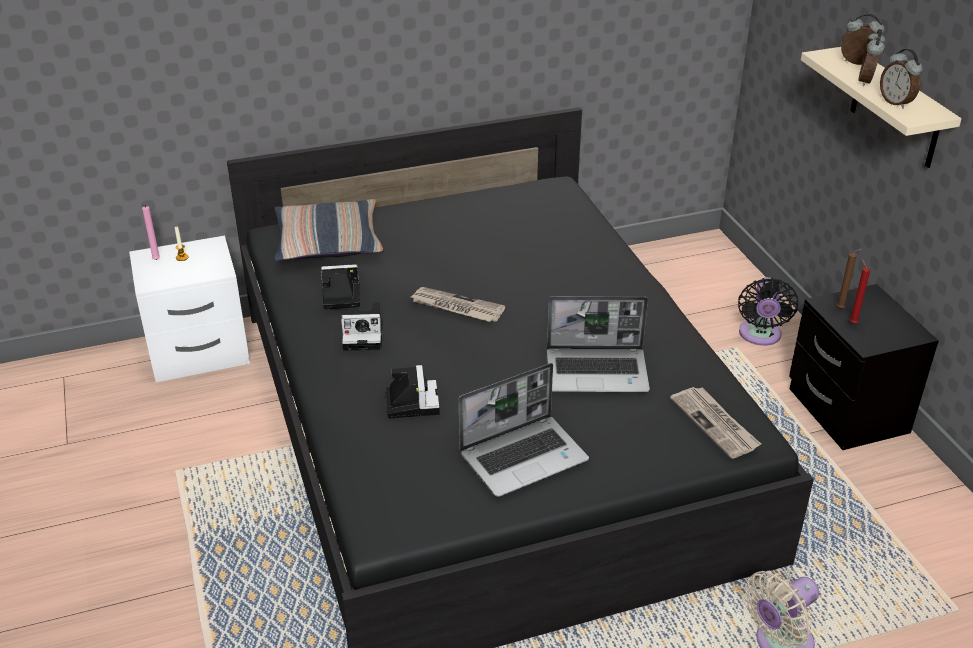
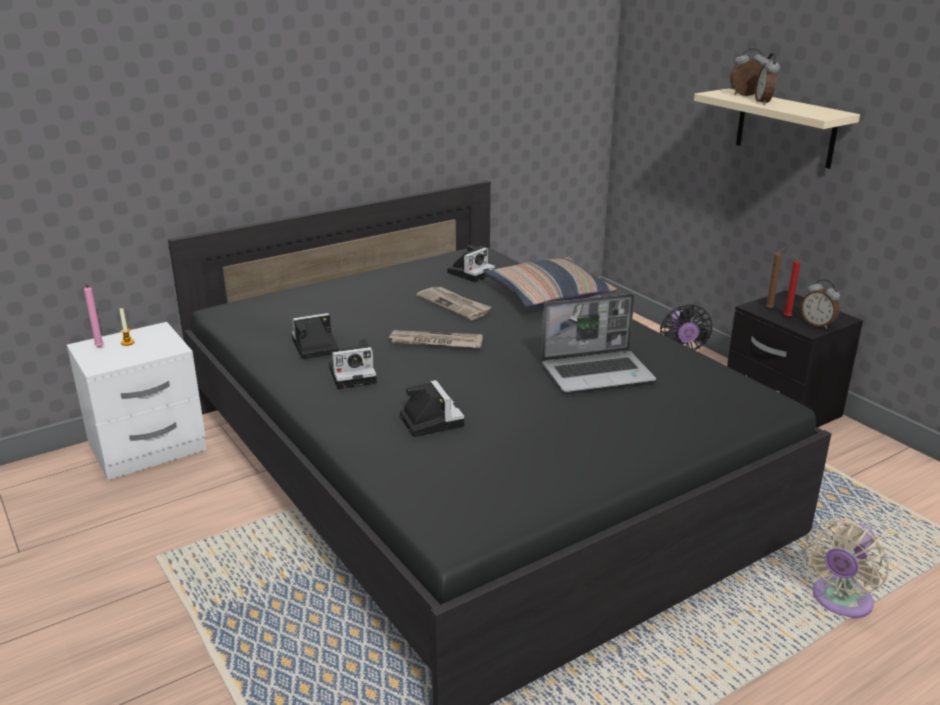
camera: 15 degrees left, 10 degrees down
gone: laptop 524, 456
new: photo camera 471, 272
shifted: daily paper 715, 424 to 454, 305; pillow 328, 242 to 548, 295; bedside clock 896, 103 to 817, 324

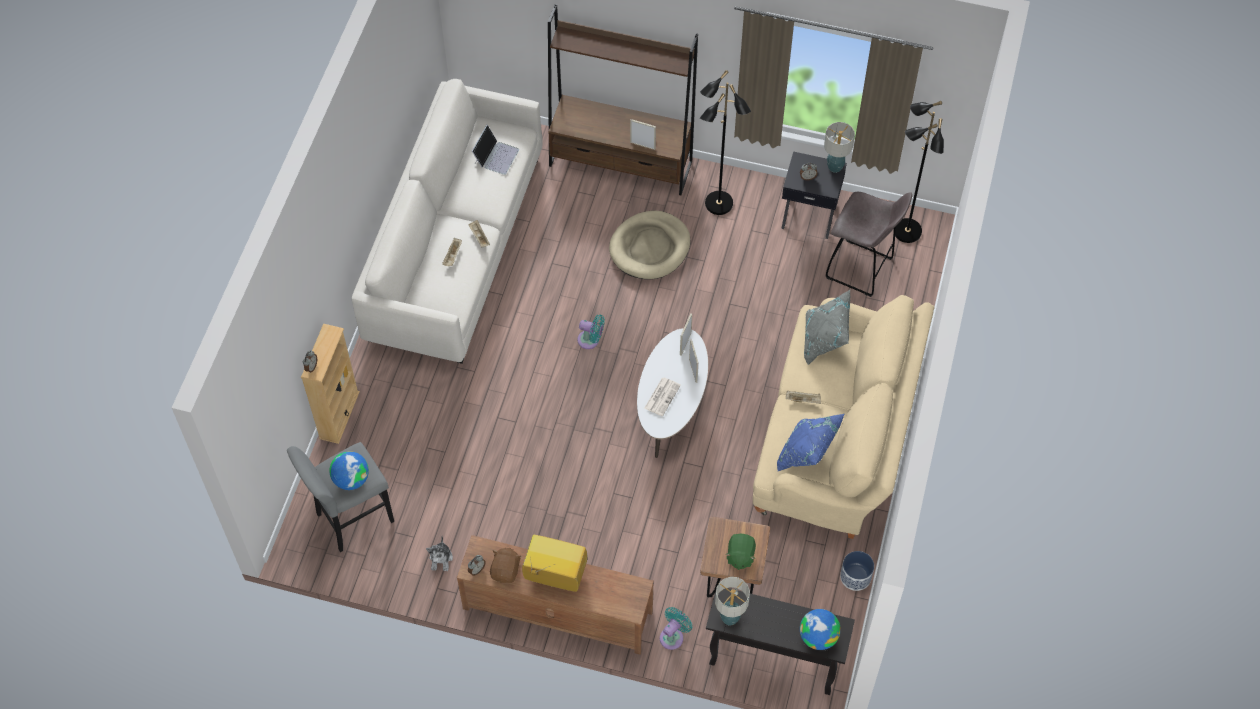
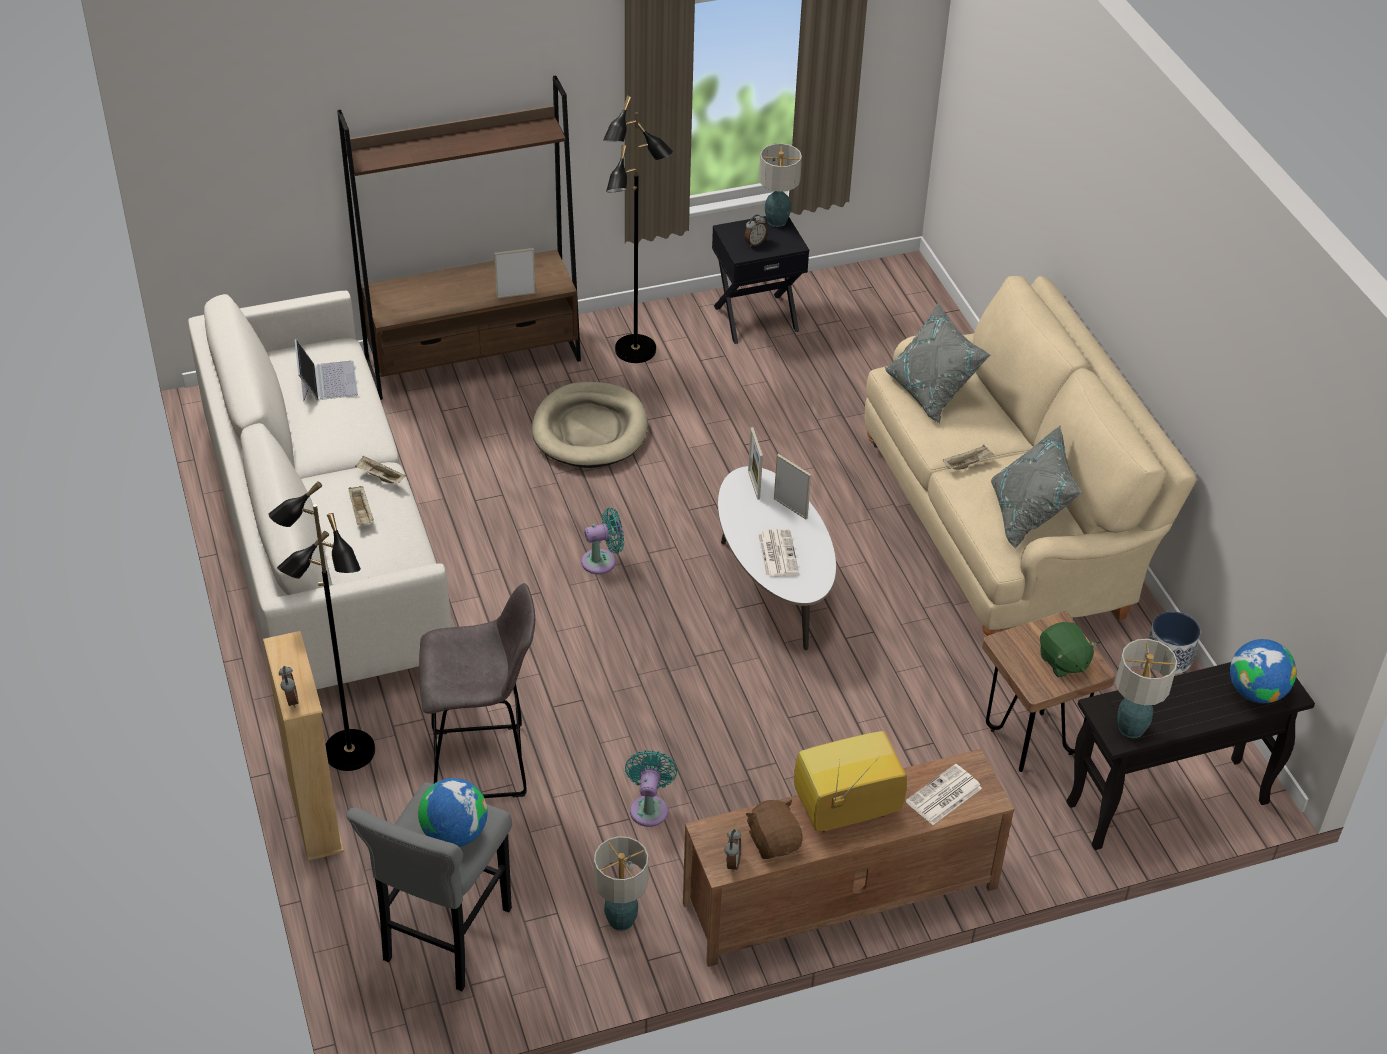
camera: 35 degrees left, 15 degrees down
new: daily paper 943, 796
shifted: blackish floor lamp 906, 231 to 348, 752; gray stool 861, 269 to 483, 763; turquoise-coloured cooling fan 673, 636 to 649, 807
swapped: plush toy 441, 559 to tabletop lamp 621, 919
repainted: blue pillow 807, 453 to gray pillow 1028, 515

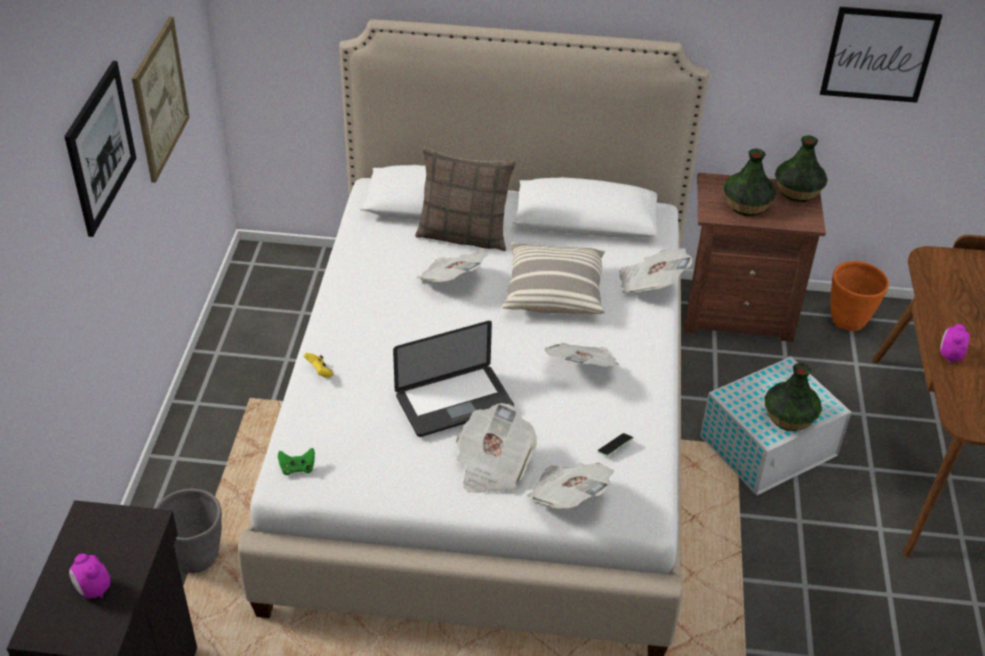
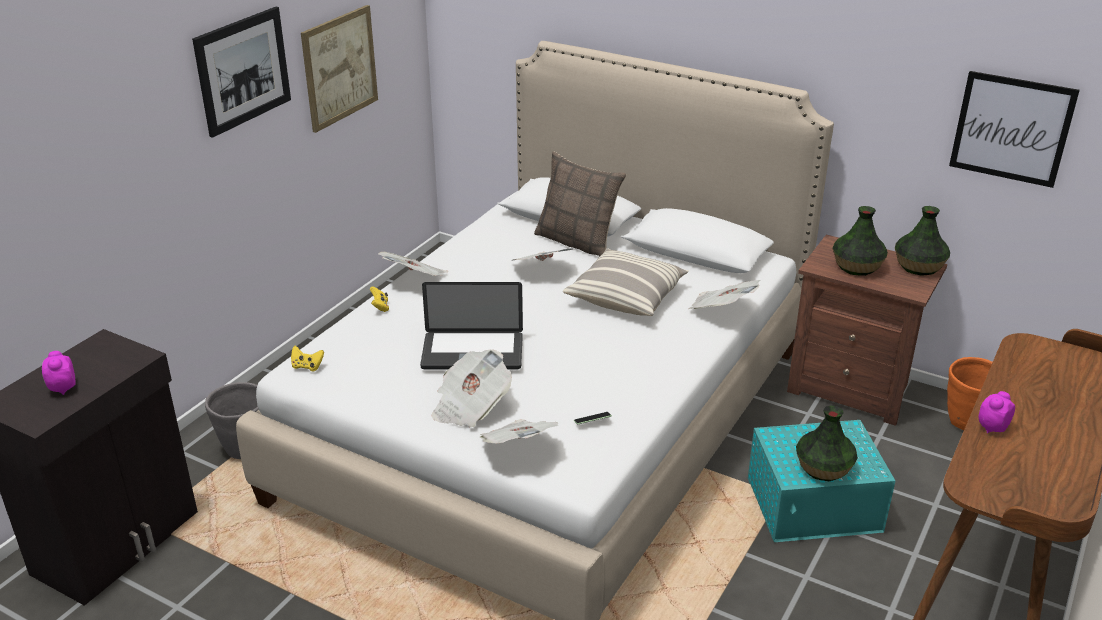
camera: 25 degrees right, 10 degrees down
shifted: daily paper 582, 369 to 415, 280
repainted: green game controller 297, 468 to yellow game controller 307, 366; white-coloured storage box 770, 446 to turquoise-coloured storage box 815, 505

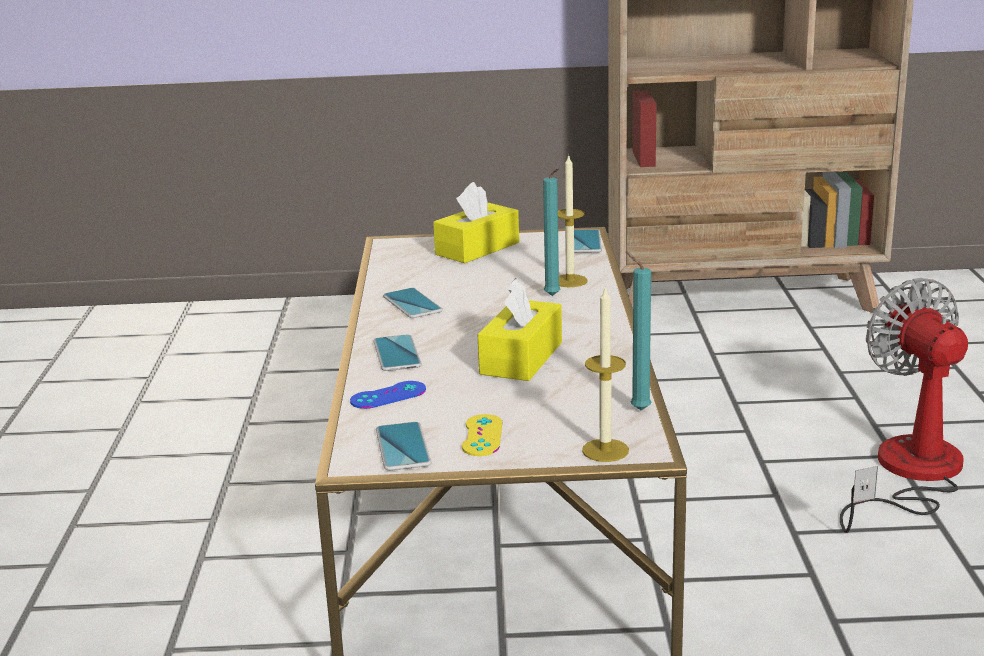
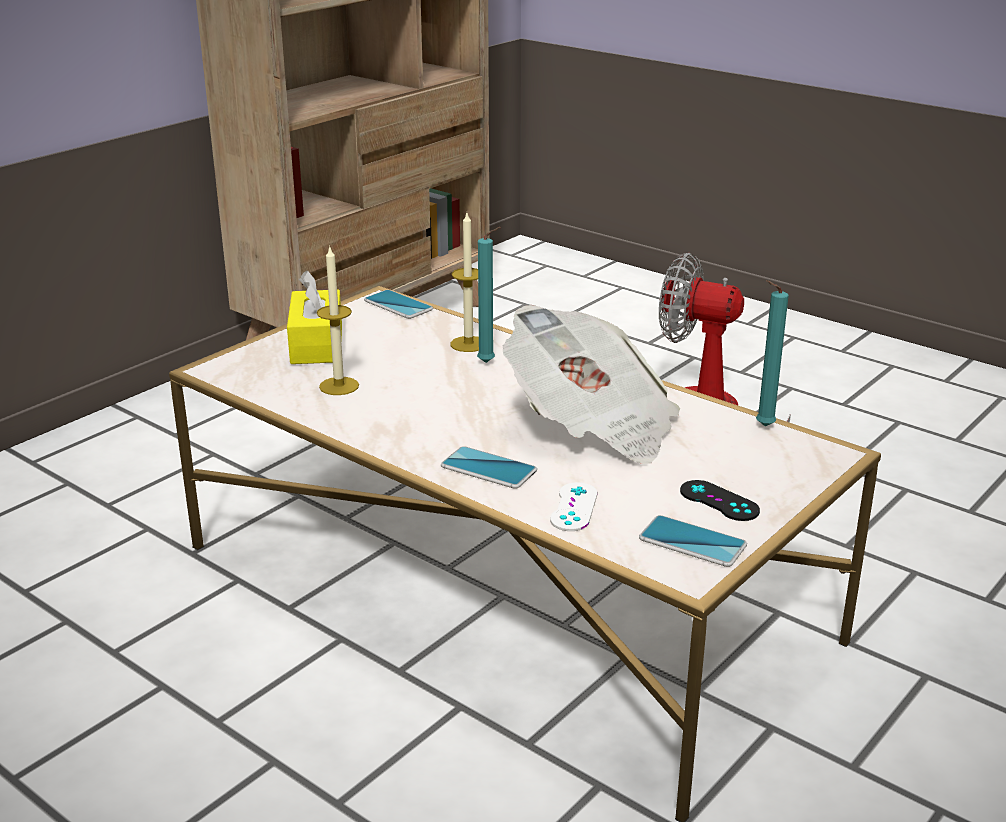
camera: 50 degrees left, 5 degrees up
gone: handset 412, 304
shifted: wax candle 605, 450 to 339, 386
swapped: yellow box of tissues 521, 358 to daily paper 592, 425
repainted: blue game controller 388, 395 to white-coloured game controller 574, 507; yellow game controller 482, 436 to blackish game controller 719, 501

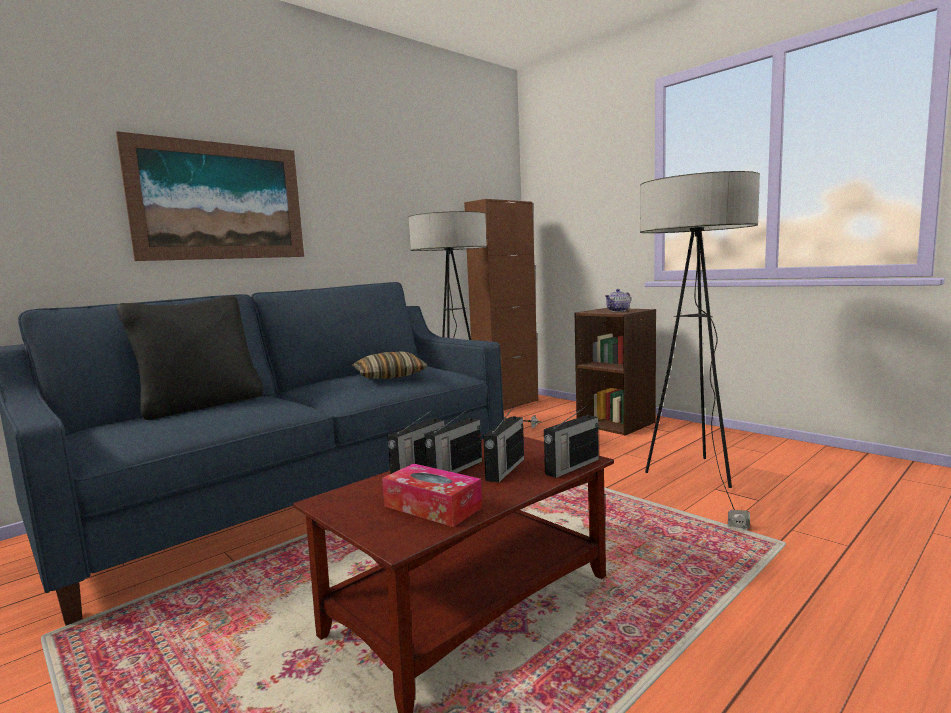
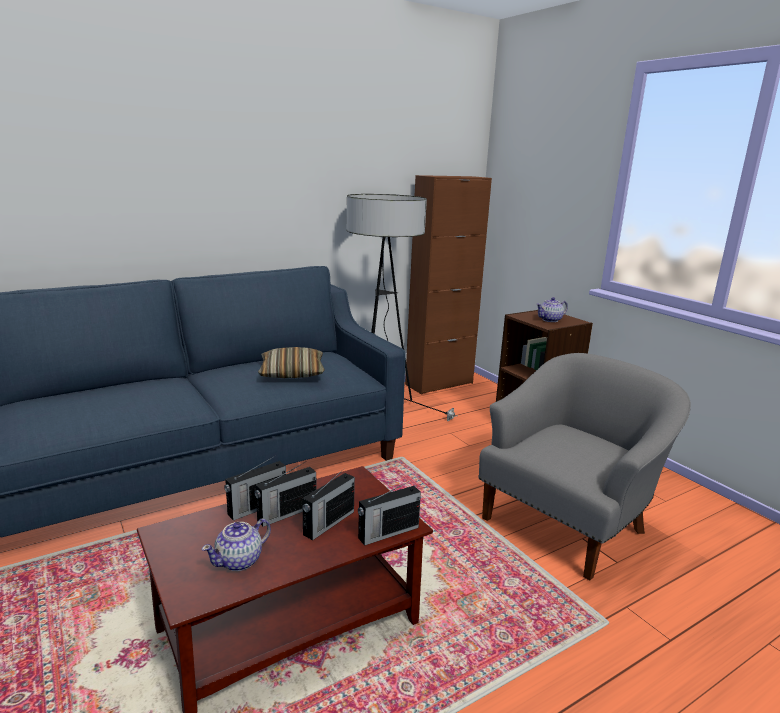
camera: 10 degrees right, 10 degrees up
gone: wall art 220, 201; blackish pillow 201, 405
swapped: box of tissues 432, 507 to teapot 239, 561; floor lamp 695, 481 to gray lounge chair 568, 524

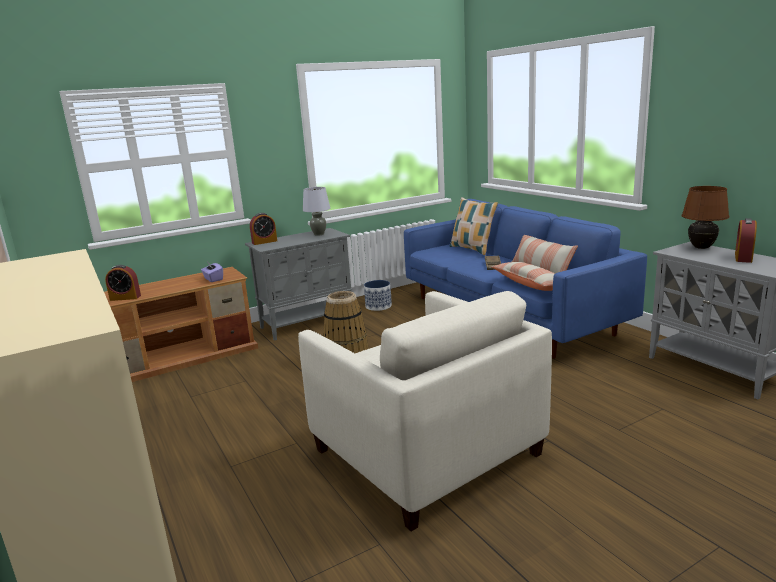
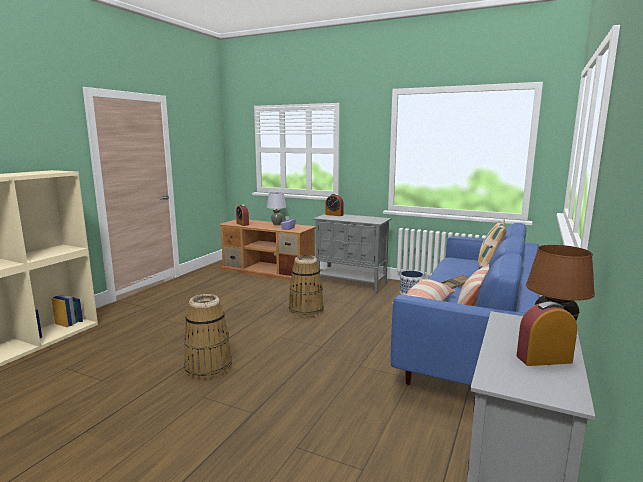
camera: 55 degrees right, 5 degrees down
shifted: gray tabletop lamp 319, 234 to 276, 224
swapped: sand-coloured lounge chair 426, 451 to basket 208, 367

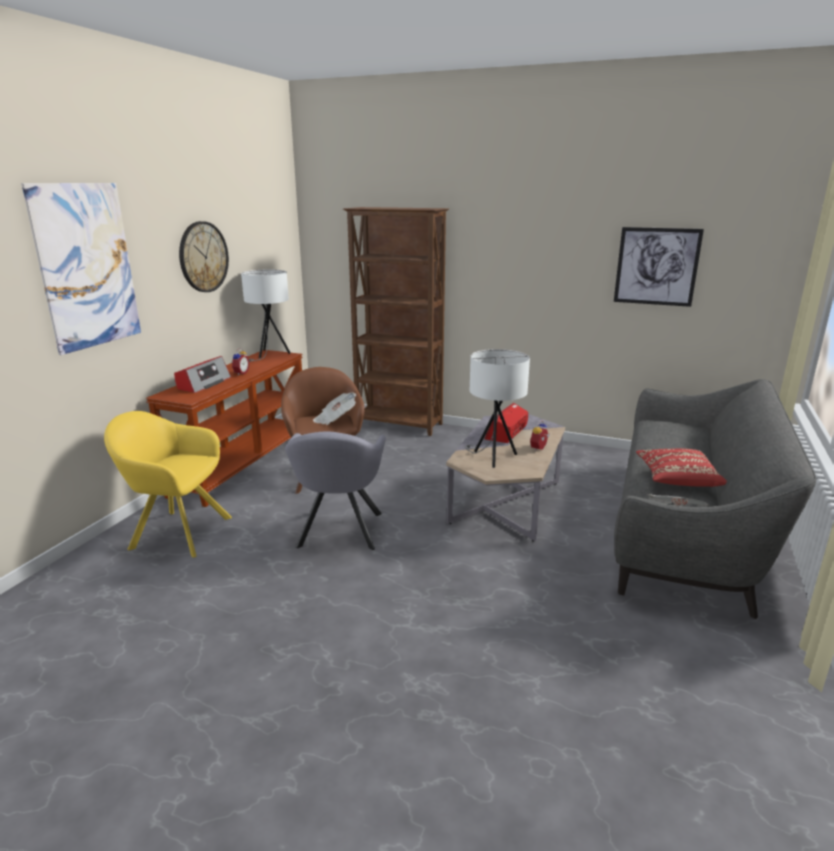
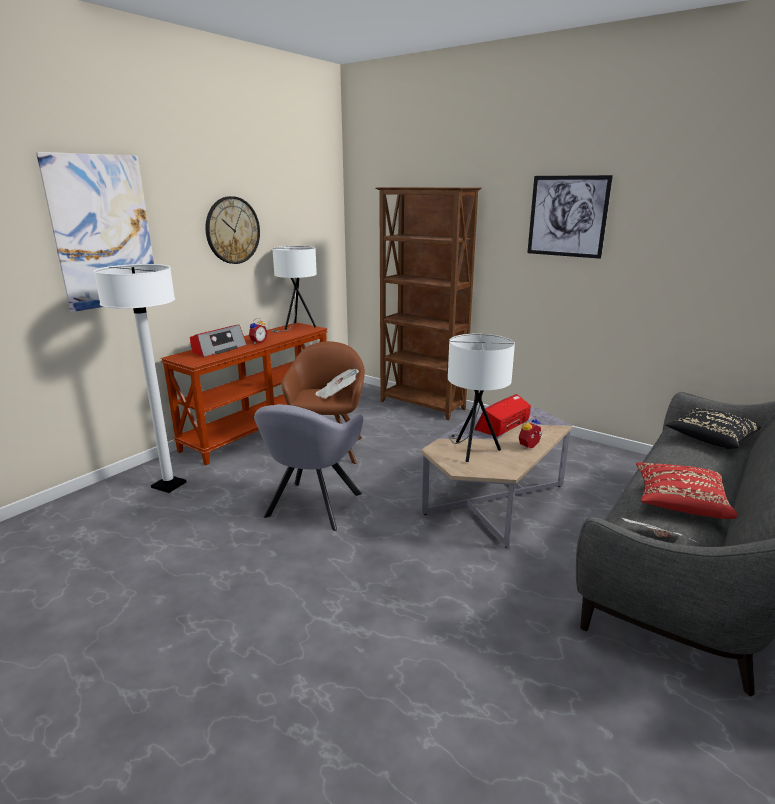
camera: 15 degrees right, 0 degrees up
new: blackish pillow 710, 439
shifted: wall art 656, 266 to 567, 216
swapped: yellow lounge chair 176, 532 to white-coloured floor lamp 169, 485

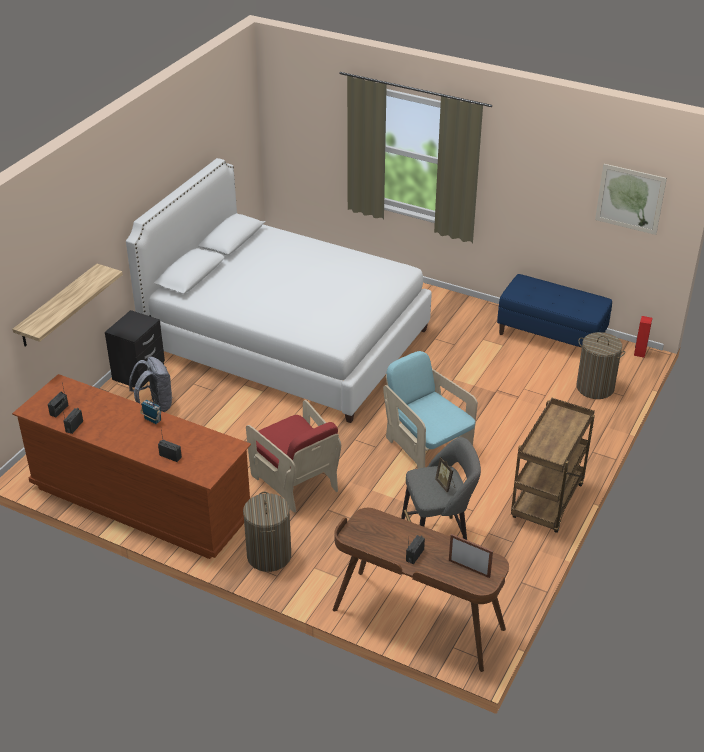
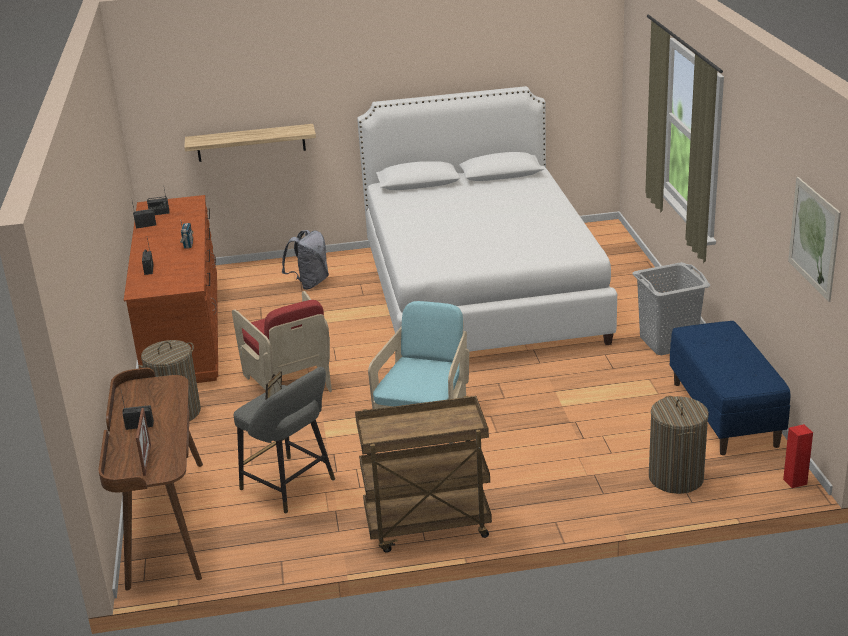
camera: 55 degrees right, 10 degrees down
gone: blackish bedside table 138, 373
new: gray laundry basket 668, 343
rotated: reddish lounge chair 296, 481 = 289, 381 45 degrees counterclockwise

